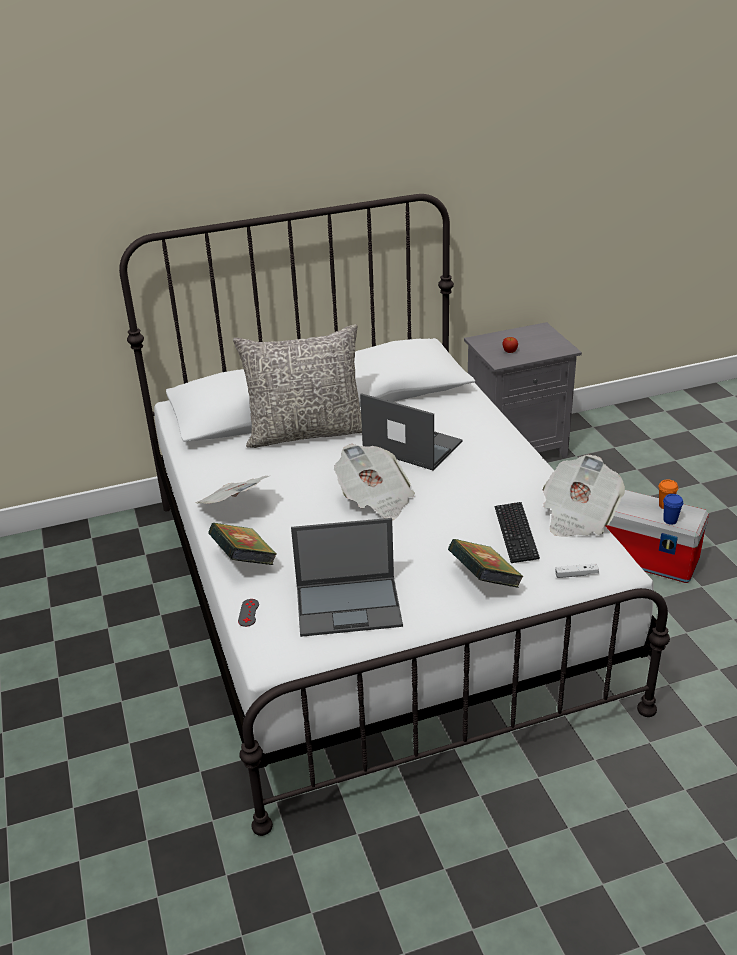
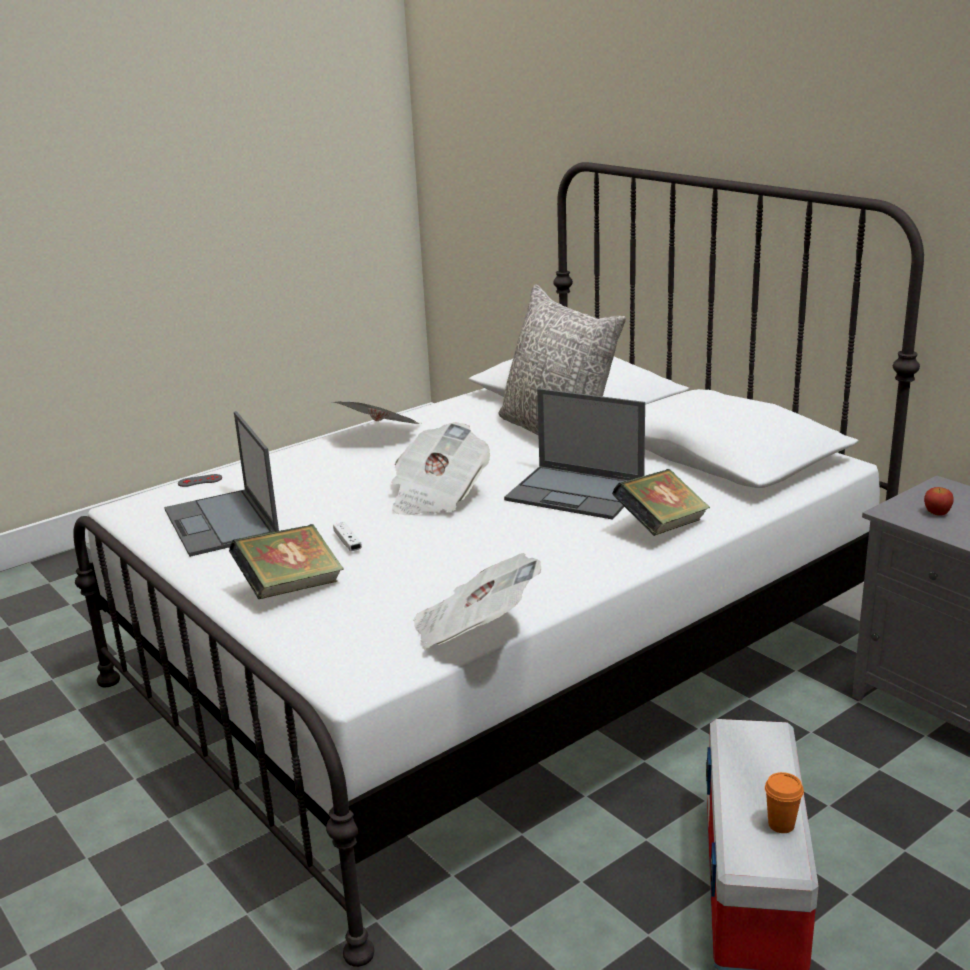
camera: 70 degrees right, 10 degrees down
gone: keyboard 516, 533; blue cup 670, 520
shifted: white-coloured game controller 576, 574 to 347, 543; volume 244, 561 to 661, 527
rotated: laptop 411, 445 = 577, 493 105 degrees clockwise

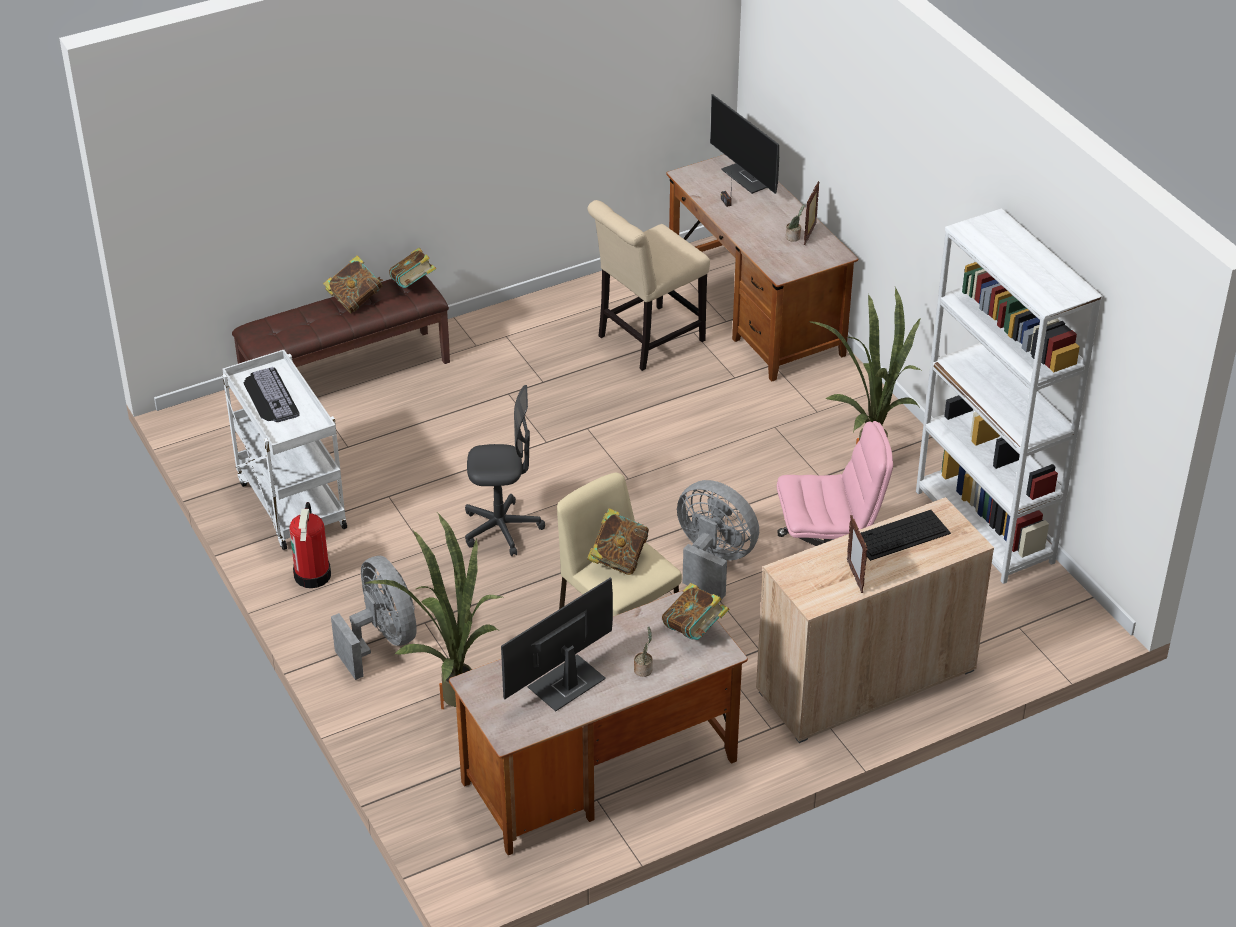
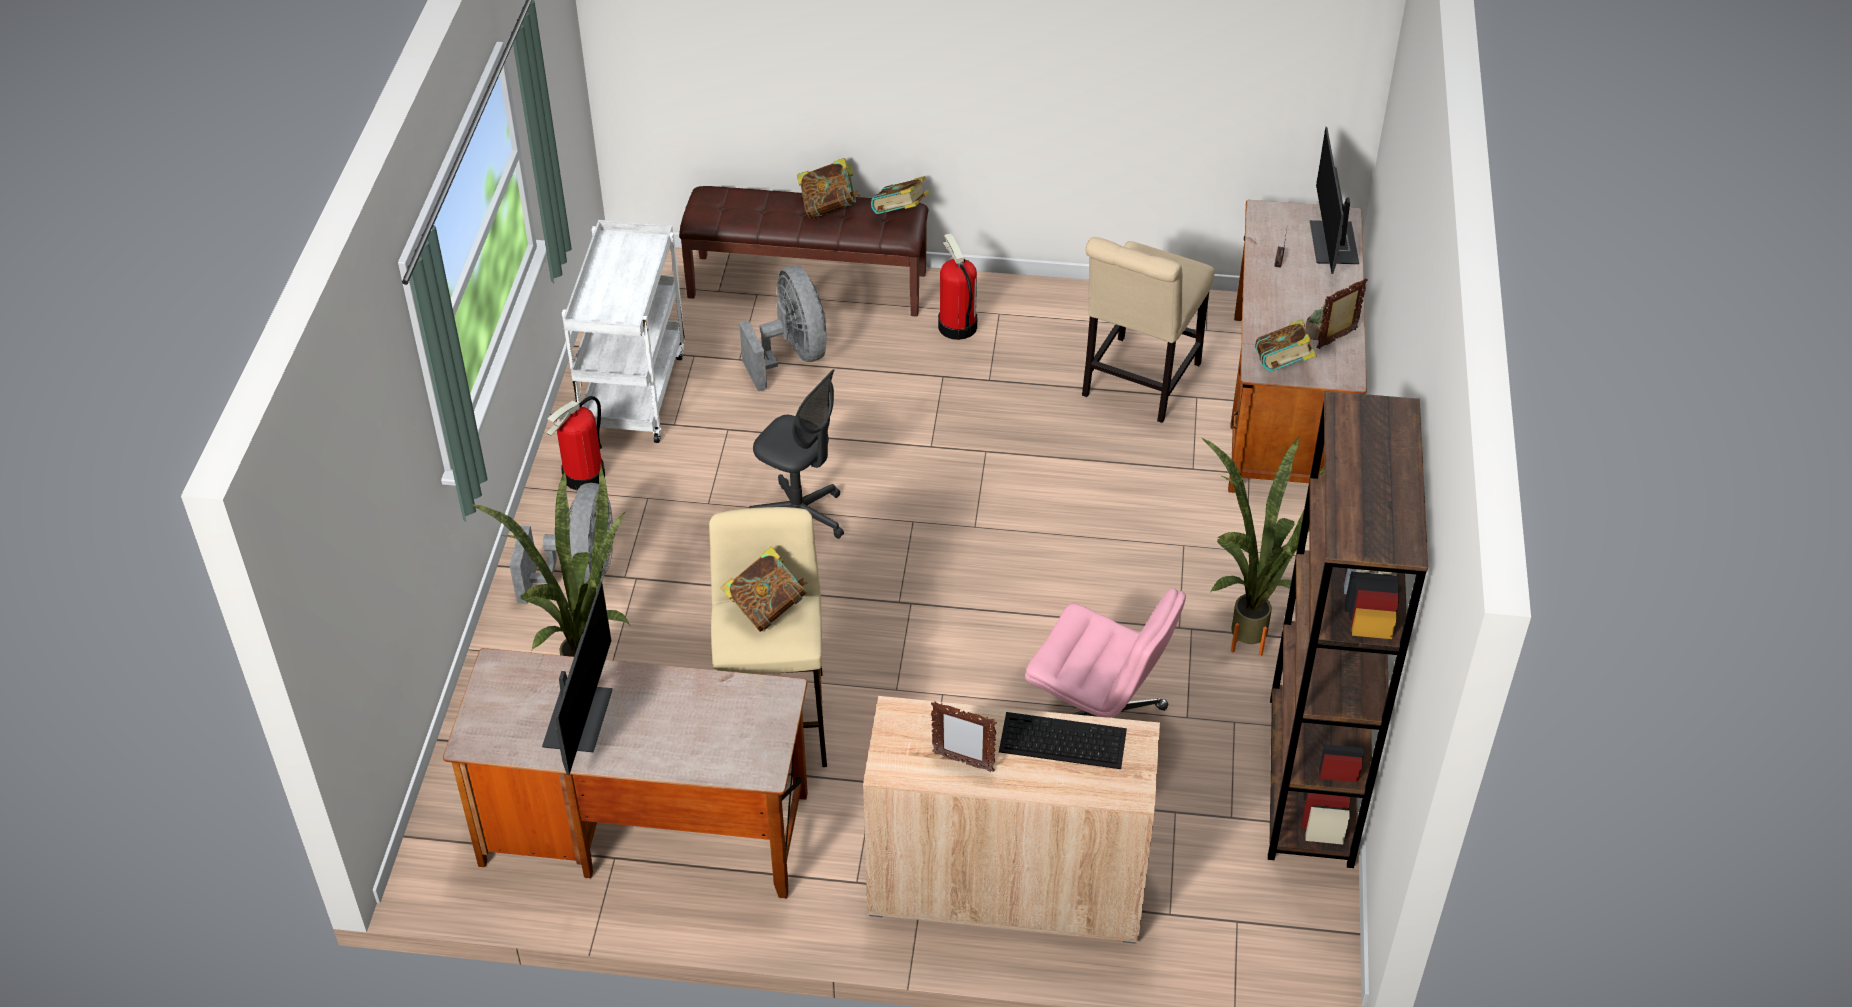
camera: 35 degrees right, 5 degrees up
gone: keyboard 269, 396; houseplant 644, 669
new: fire extinguisher 956, 326
shifted: gray cooling fan 713, 561 to 792, 356; volume 694, 630 to 1283, 366
repainted: white-coloured bookcase 984, 527 to brown bookcase 1310, 781
rotated: computer display 565, 685 = 578, 717 105 degrees clockwise; picture frame 854, 577 = 962, 762 90 degrees counterclockwise; sand-coloured upright chair 646, 340 = 1137, 384 60 degrees counterclockwise

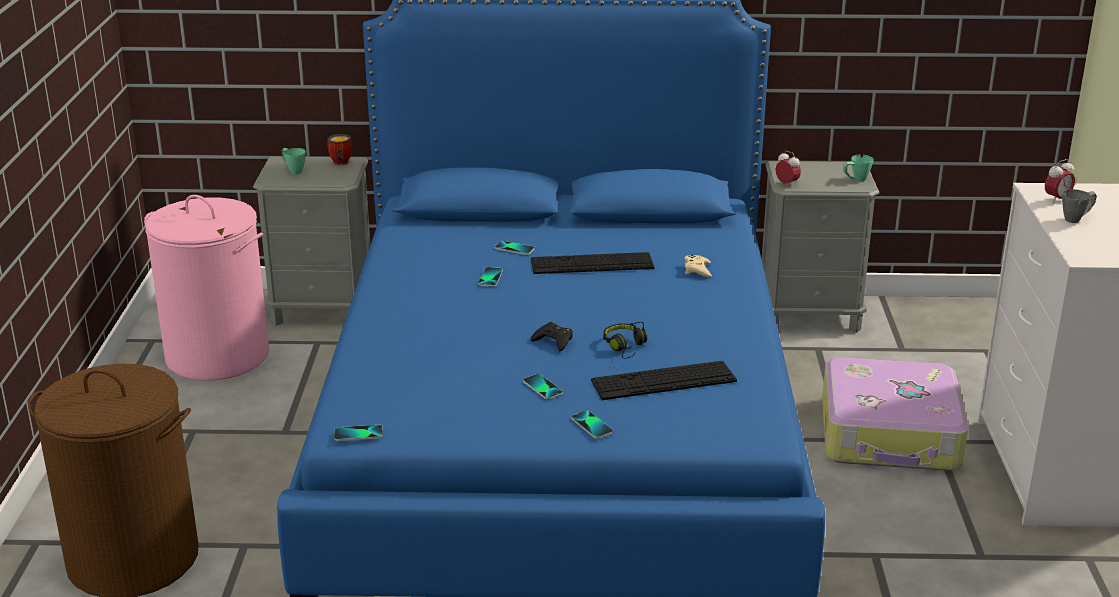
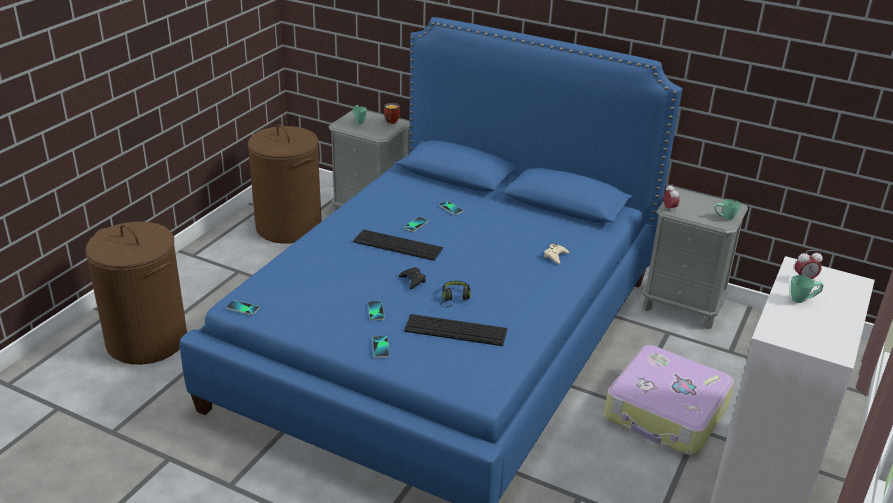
camera: 25 degrees right, 5 degrees up
shifted: keyboard 592, 264 to 397, 245
repainted: pink-coloured laundry basket 218, 355 to brown laundry basket 289, 227; gray tea mug 1076, 218 to green tea mug 803, 299

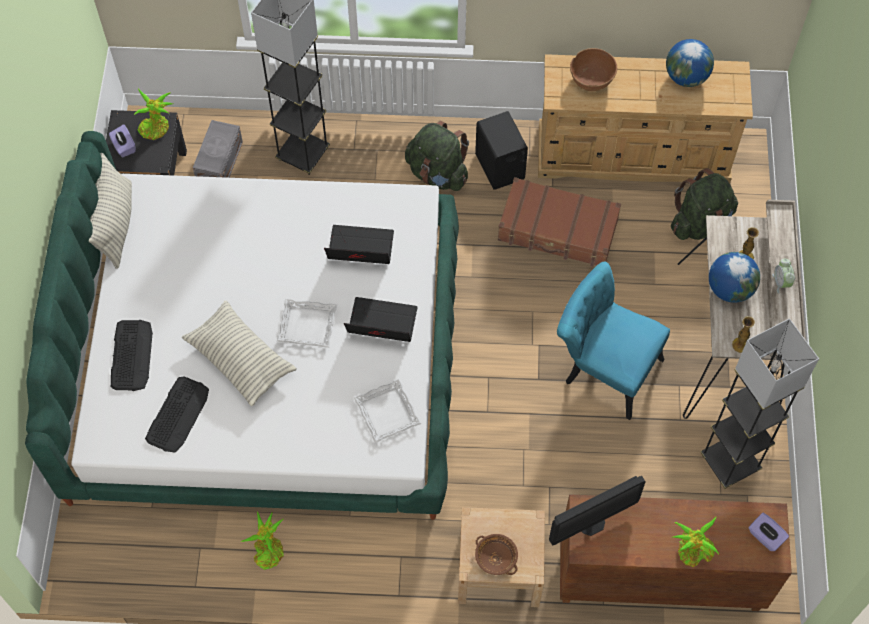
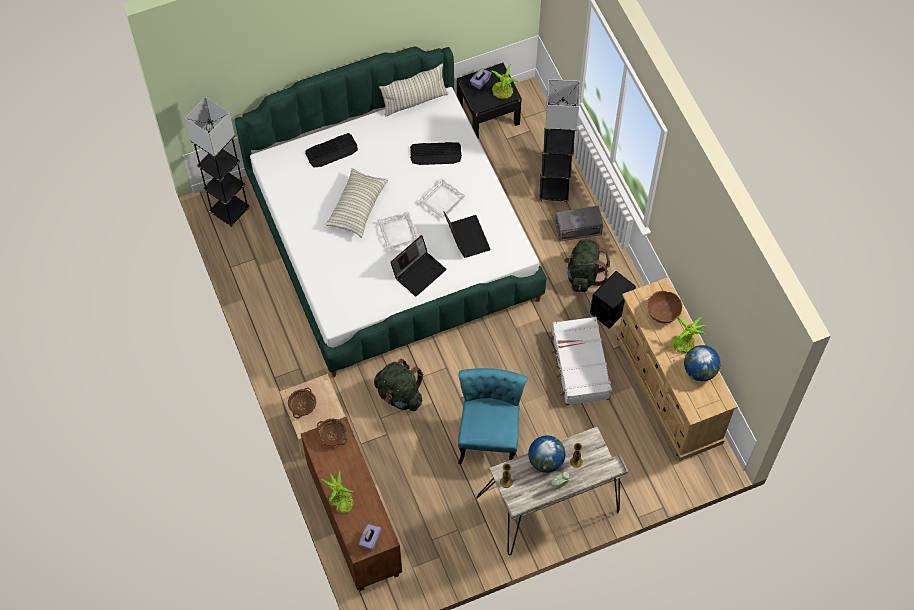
camera: 65 degrees right, 0 degrees up
shifted: gray floor lamp 730, 463 to 230, 211; green backpack 700, 222 to 399, 395; keyboard 178, 414 to 436, 154; white-coloured carrying tray 387, 413 to 442, 200; gray storage box 218, 163 to 577, 228; houseplant 268, 550 to 684, 342
swapped: computer display 591, 522 to brown serving bowl 332, 435
repainted: brown travel case 558, 230 to white-coloured travel case 579, 365
rotated: laptop 380, 325 = 419, 272 60 degrees clockwise

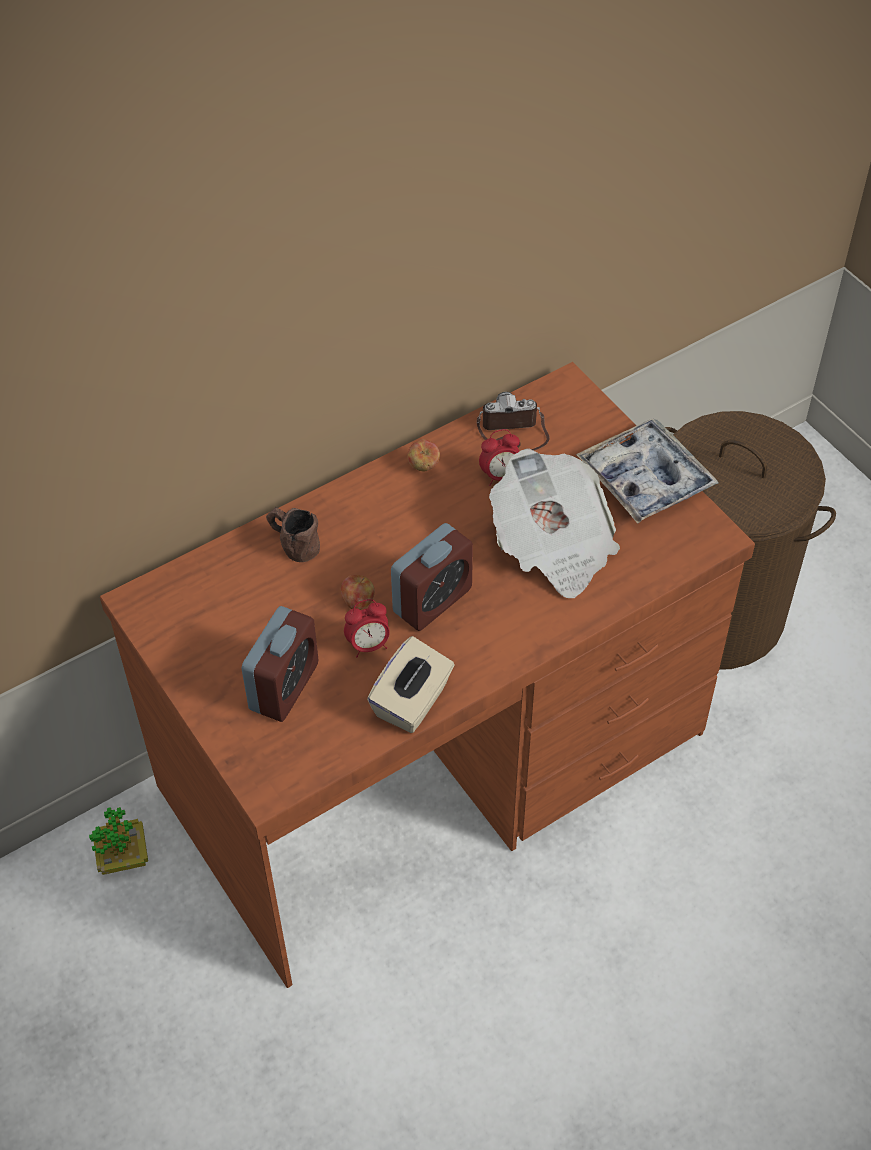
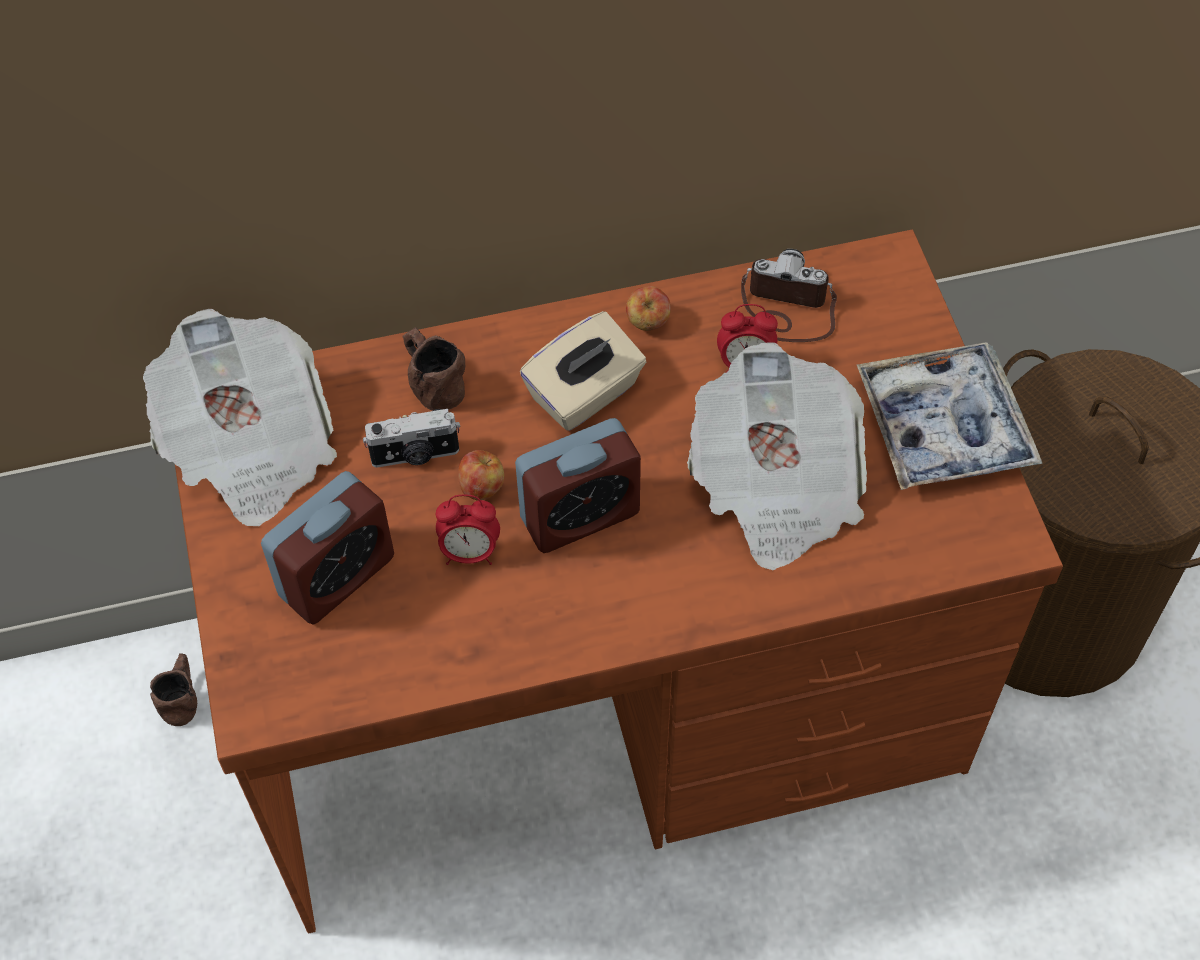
camera: 20 degrees right, 5 degrees up
new: daily paper 250, 446; photo camera 415, 455
shifted: sand-coloured box of tissues 412, 702 to 585, 394
swapped: houseplant 123, 856 to brown tea mug 182, 697

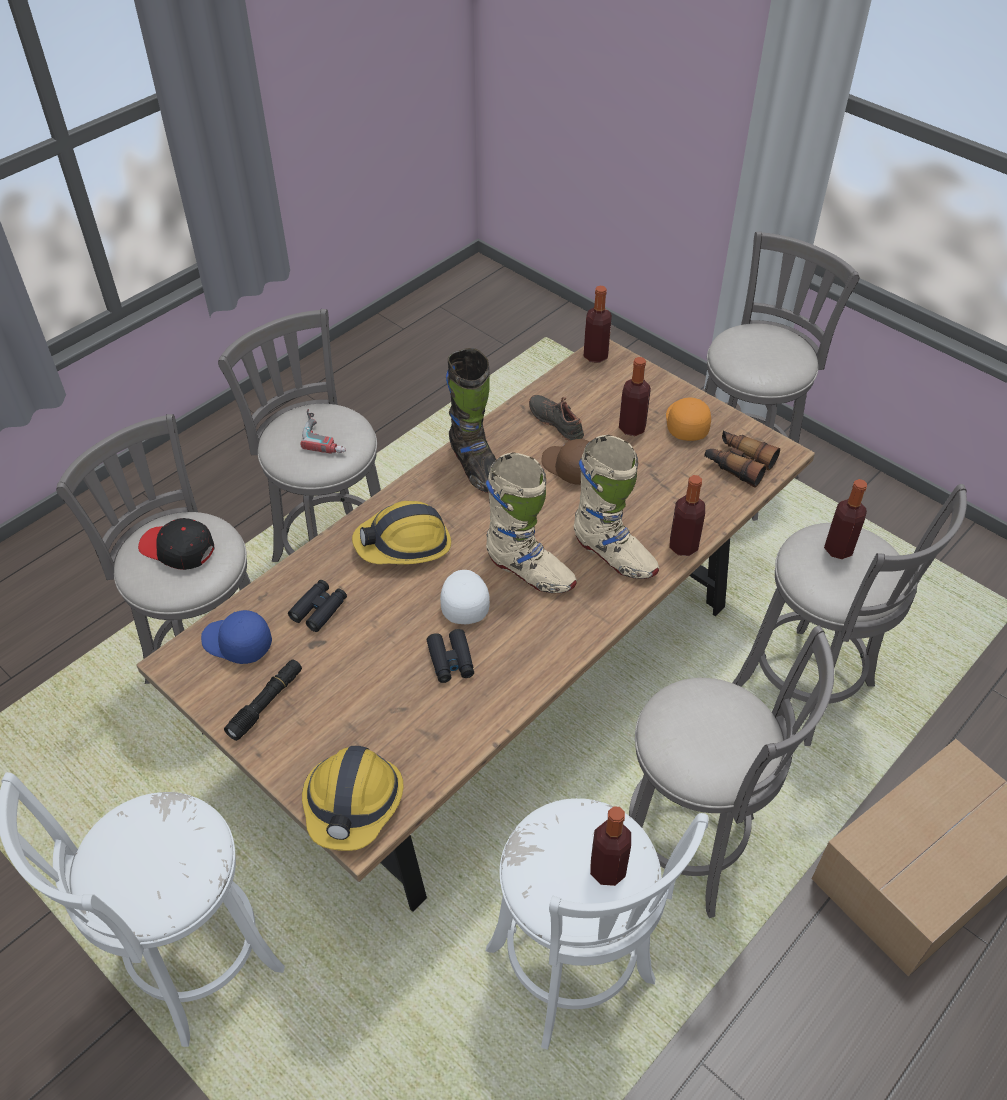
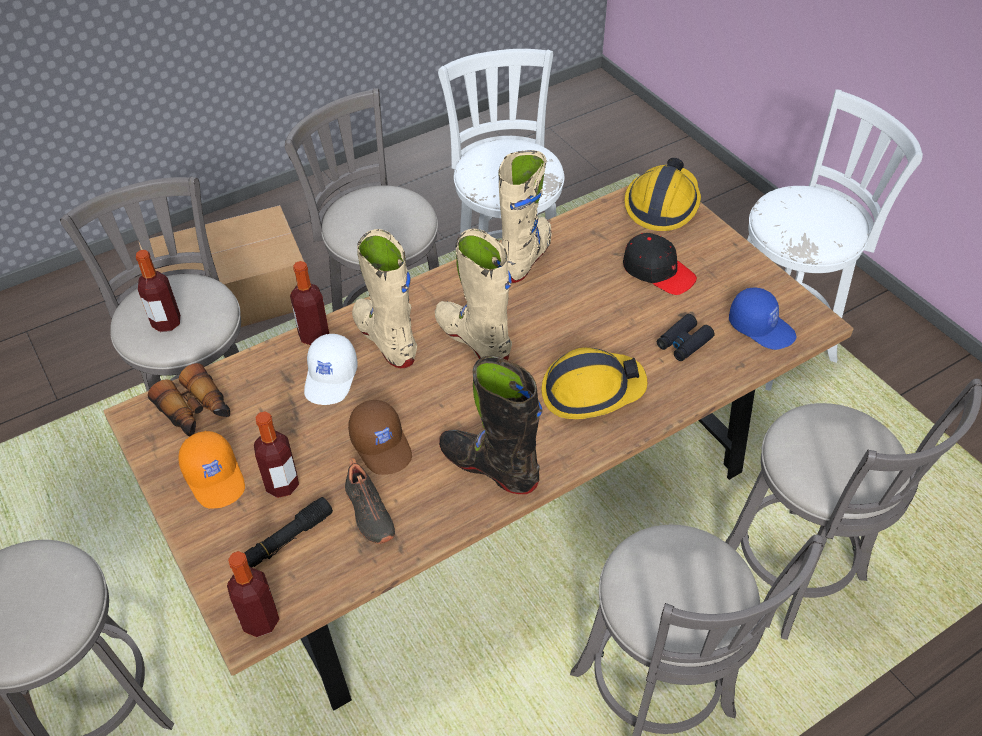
camera: 165 degrees left, 0 degrees up
gone: electric drill 326, 435; blackish binoculars 451, 661; beverage bottle 607, 870
new: sand-coloured boot 526, 257
shifted: blackish hand torch 266, 703 to 285, 540; white-coloured baseball cap 463, 600 to 331, 378; blackish baseball cap 178, 549 to 658, 271
rotated: orange-coloured baseball cap 685, 423 = 215, 477 45 degrees counterclockwise; blackish boot 476, 468 = 489, 467 45 degrees counterclockwise

